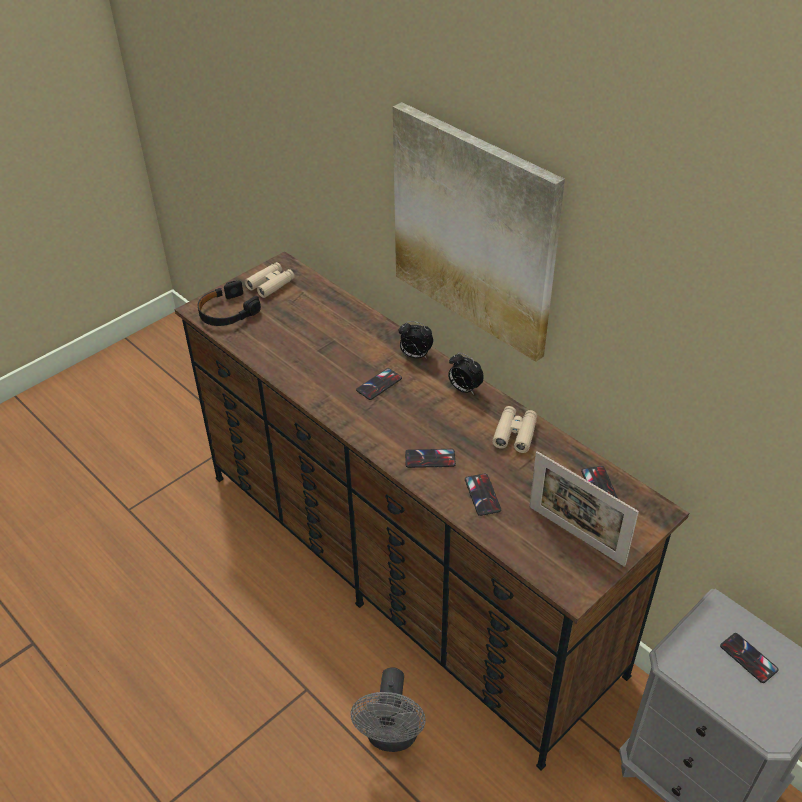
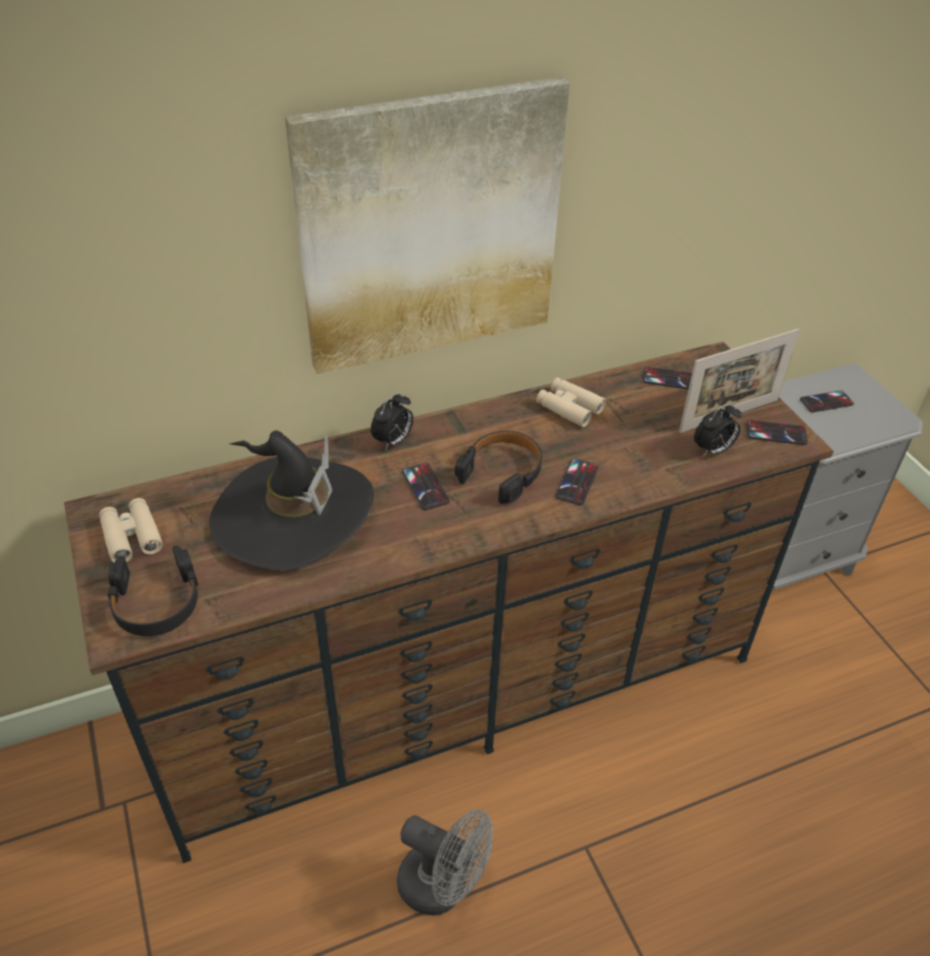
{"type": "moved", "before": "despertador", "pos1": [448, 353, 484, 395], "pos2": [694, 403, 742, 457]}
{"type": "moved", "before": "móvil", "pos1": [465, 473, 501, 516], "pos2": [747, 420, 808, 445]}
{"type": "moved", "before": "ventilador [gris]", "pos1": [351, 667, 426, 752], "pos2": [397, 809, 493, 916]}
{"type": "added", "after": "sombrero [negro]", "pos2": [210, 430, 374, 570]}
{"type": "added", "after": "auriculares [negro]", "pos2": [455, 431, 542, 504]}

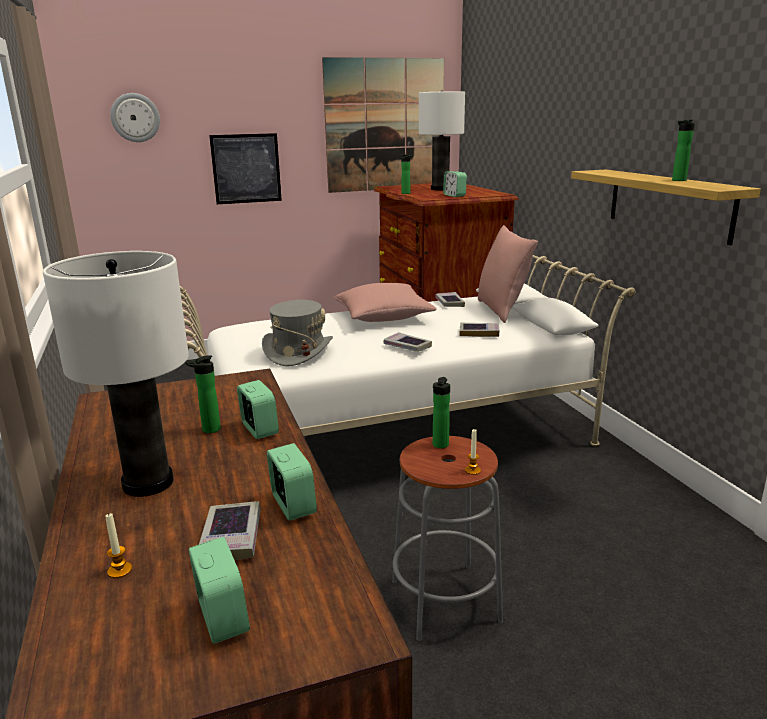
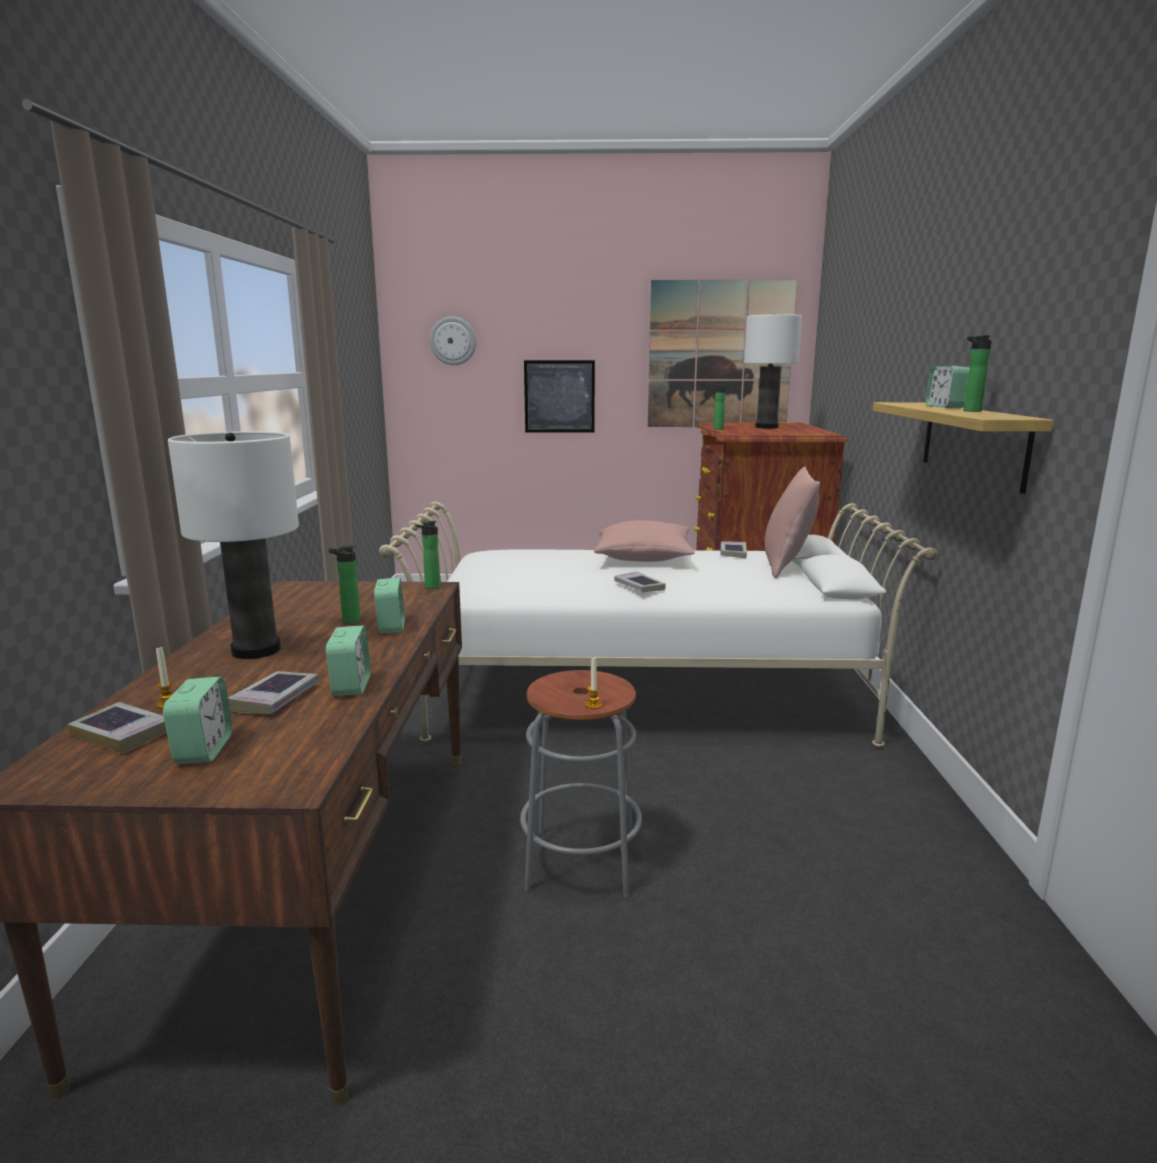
{"type": "moved", "before": "despertador", "pos1": [443, 171, 467, 197], "pos2": [925, 366, 970, 408]}
{"type": "removed", "before": "sombrero [gris]", "pos1": [262, 300, 333, 366]}
{"type": "moved", "before": "libro", "pos1": [459, 323, 500, 337], "pos2": [67, 702, 167, 754]}
{"type": "moved", "before": "botella", "pos1": [433, 377, 450, 448], "pos2": [415, 521, 441, 589]}

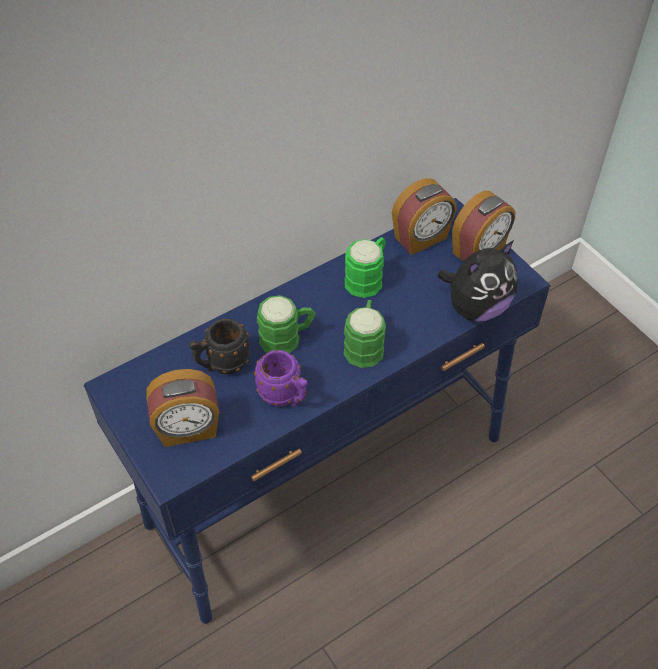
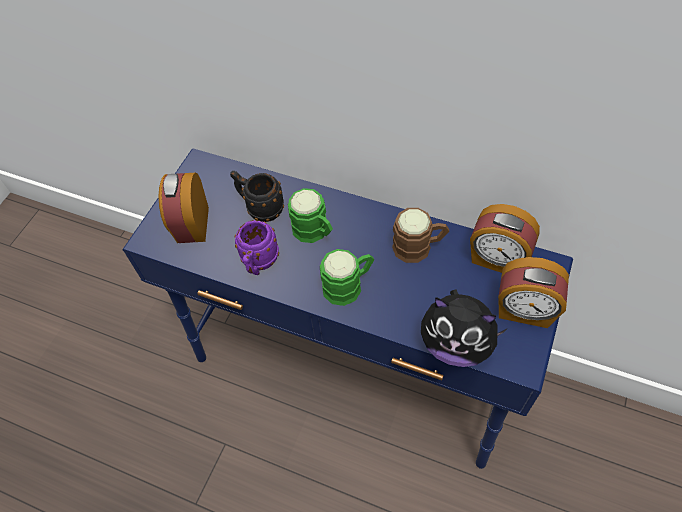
{"type": "recoloured", "before": "taza grande [verde]", "after": "taza grande [marrón]", "pos1": [345, 237, 386, 298], "pos2": [392, 208, 449, 263]}
{"type": "turned", "before": "despertador", "pos1": [146, 369, 219, 447], "pos2": [158, 173, 209, 243], "turn": 45}

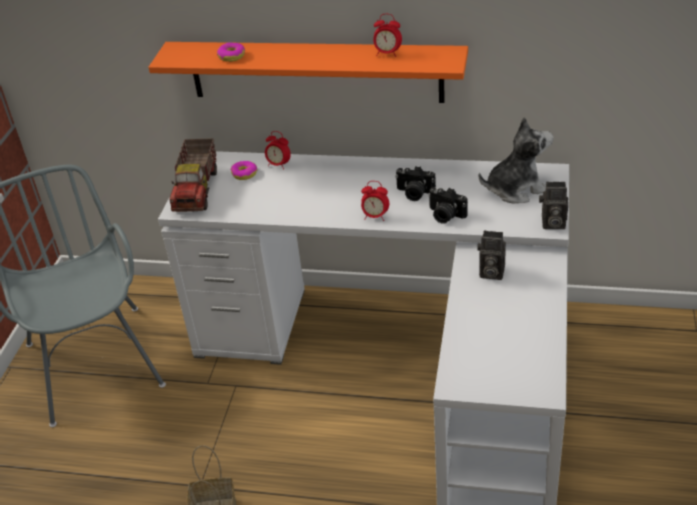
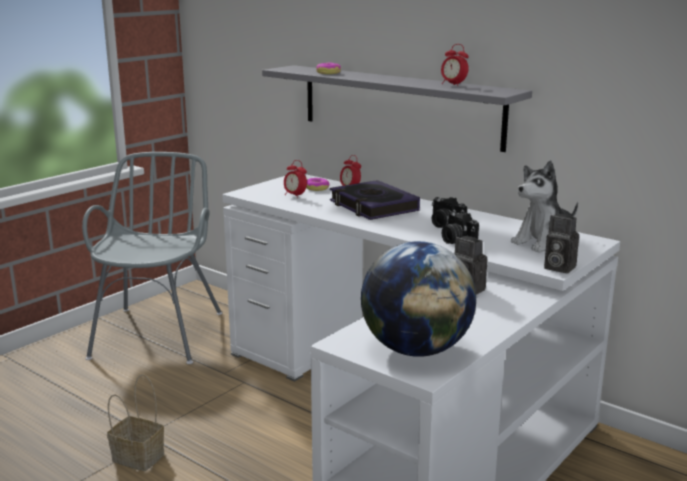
{"type": "recoloured", "before": "estante [naranja]", "after": "estante [gris]", "pos1": [148, 42, 468, 103], "pos2": [262, 65, 532, 152]}
{"type": "turned", "before": "peluche", "pos1": [479, 117, 553, 203], "pos2": [511, 160, 578, 253], "turn": 135}
{"type": "removed", "before": "camión de juguete", "pos1": [170, 138, 217, 212]}
{"type": "moved", "before": "despertador", "pos1": [361, 181, 389, 221], "pos2": [284, 160, 307, 198]}
{"type": "added", "after": "libro", "pos2": [330, 180, 420, 220]}
{"type": "added", "after": "globo terráqueo", "pos2": [361, 241, 476, 357]}

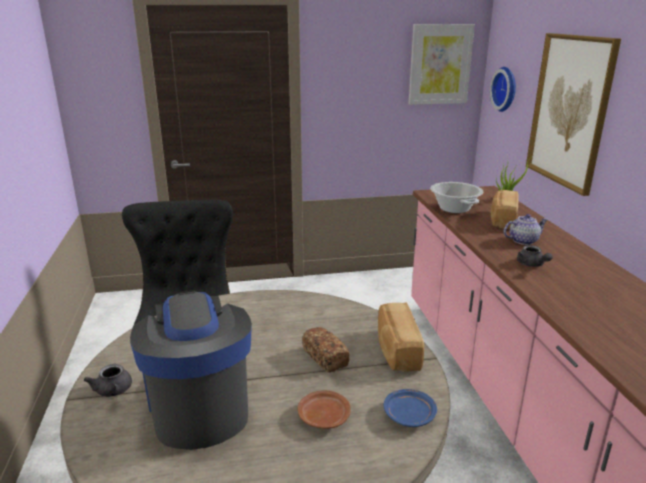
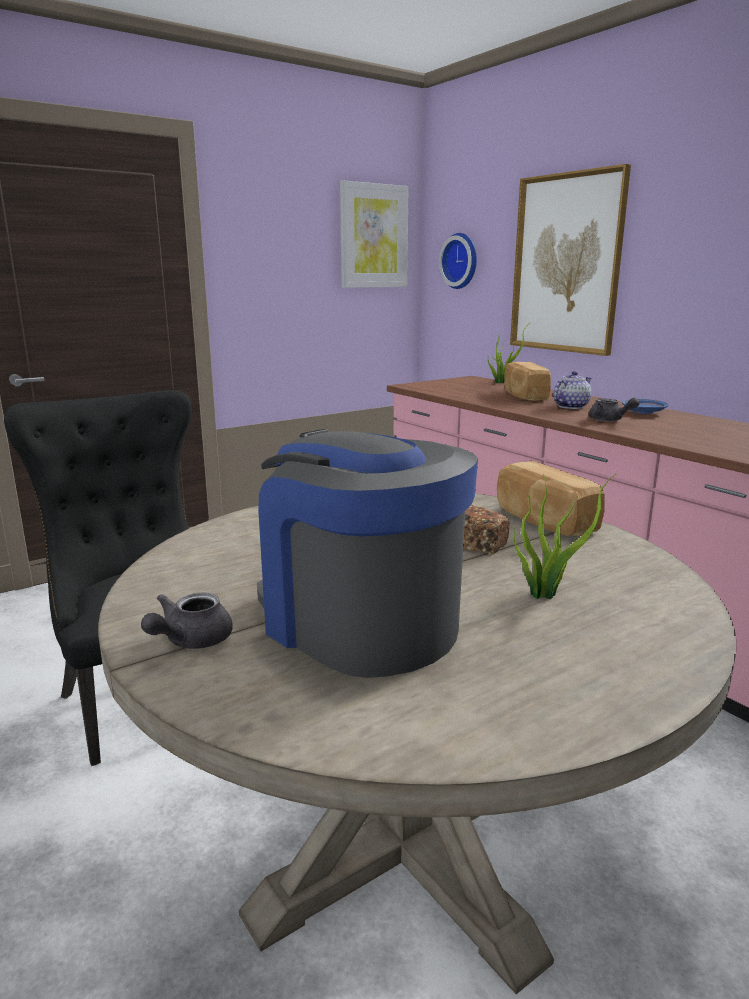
{"type": "removed", "before": "olla", "pos1": [430, 182, 483, 213]}
{"type": "turned", "before": "tetera [gris]", "pos1": [84, 364, 132, 397], "pos2": [141, 593, 233, 649], "turn": 75}
{"type": "moved", "before": "plato [azul]", "pos1": [384, 389, 437, 427], "pos2": [622, 399, 668, 414]}
{"type": "replaced", "before": "plato [marrón]", "after": "planta en maceta", "pos1": [298, 390, 351, 429], "pos2": [514, 473, 617, 599]}

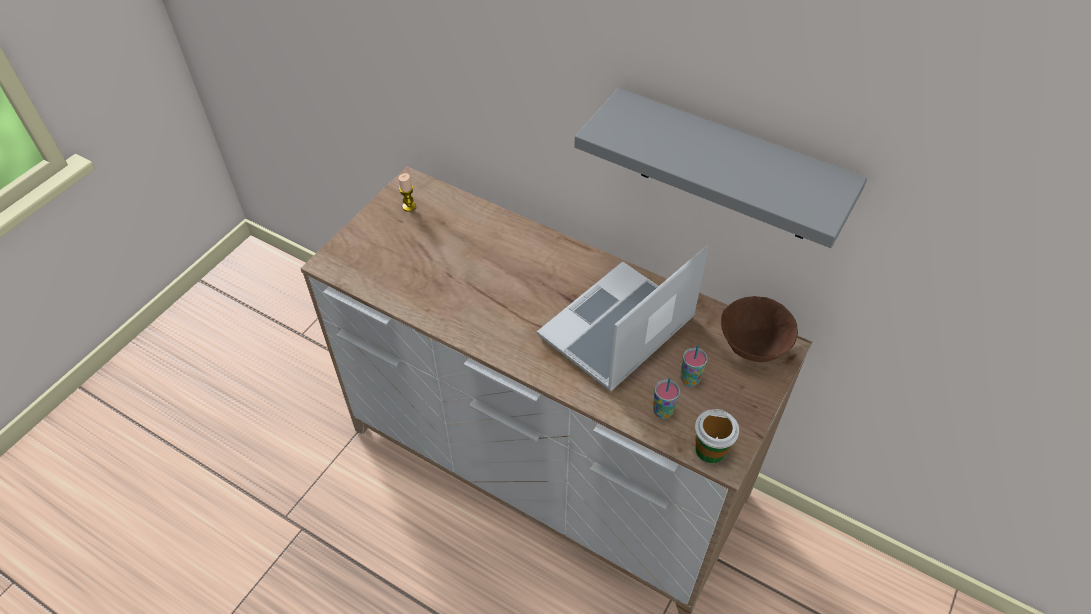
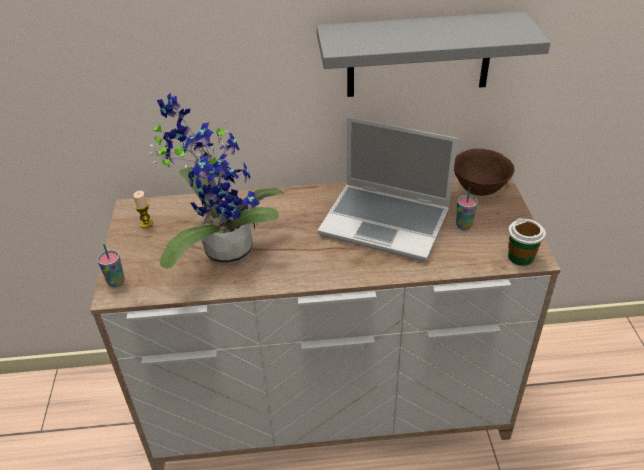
{"type": "turned", "before": "portátil", "pos1": [537, 245, 709, 392], "pos2": [317, 117, 458, 262], "turn": -75}
{"type": "moved", "before": "taza", "pos1": [653, 378, 680, 419], "pos2": [97, 244, 125, 287]}
{"type": "added", "after": "planta en maceta", "pos2": [149, 93, 284, 269]}

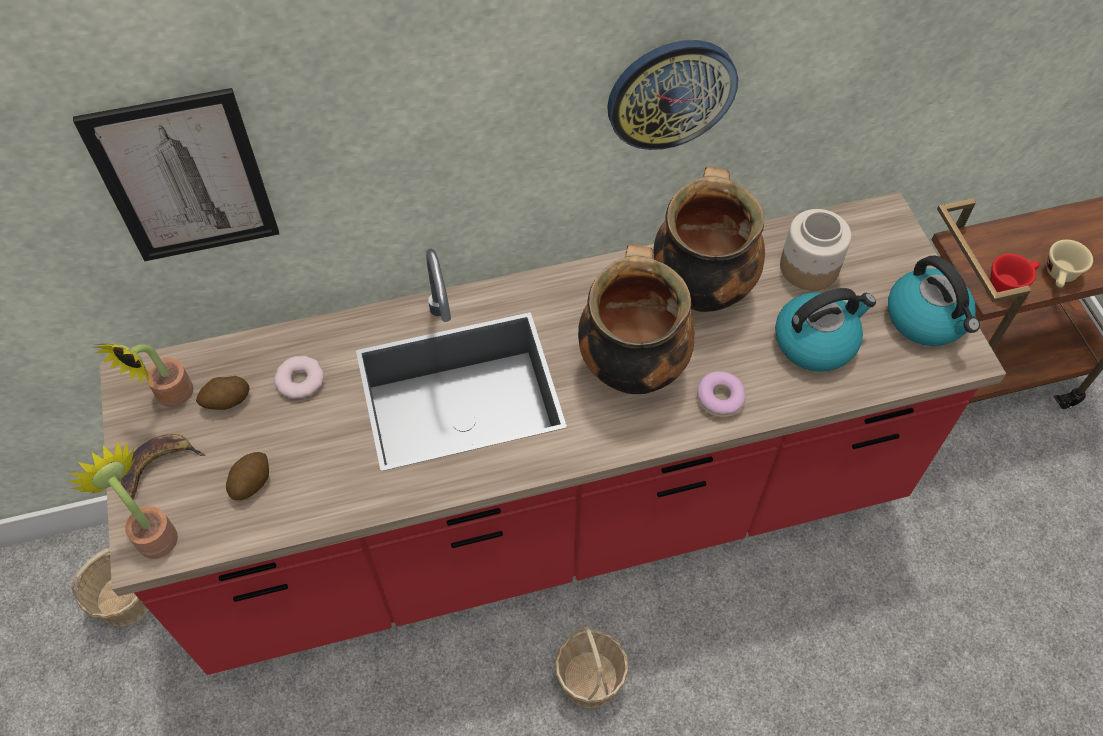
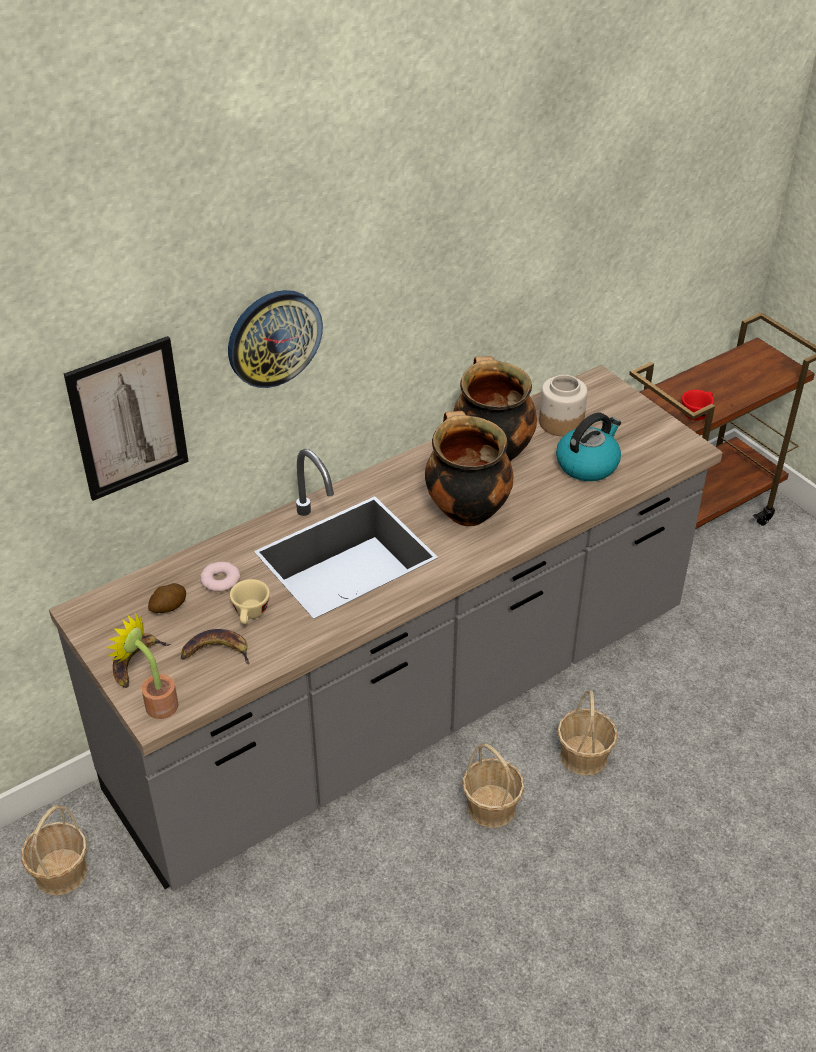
{"type": "moved", "before": "reloj de pared", "pos1": [607, 40, 738, 150], "pos2": [228, 290, 323, 388]}
{"type": "recoloured", "before": "mueble bajo de cocina [rojo]", "after": "mueble bajo de cocina [gris]", "pos1": [100, 192, 1006, 675], "pos2": [49, 365, 723, 891]}
{"type": "moved", "before": "taza [beis]", "pos1": [1047, 240, 1093, 288], "pos2": [230, 579, 270, 624]}
{"type": "removed", "before": "hervidor", "pos1": [888, 256, 980, 346]}
{"type": "removed", "before": "planta en maceta", "pos1": [93, 344, 193, 407]}
{"type": "removed", "before": "rosquilla", "pos1": [697, 371, 745, 417]}
{"type": "replaced", "before": "patata", "after": "plátano", "pos1": [226, 452, 269, 500], "pos2": [181, 629, 249, 665]}
{"type": "added", "after": "cesta", "pos2": [557, 691, 618, 776]}

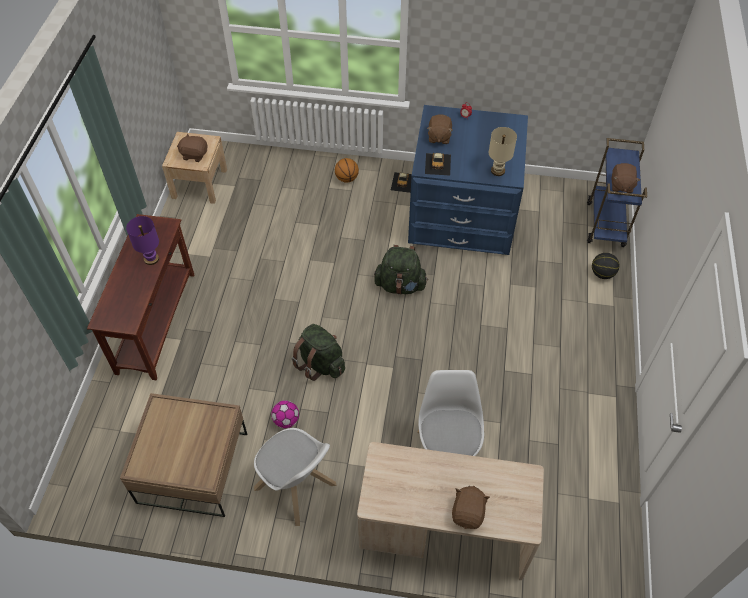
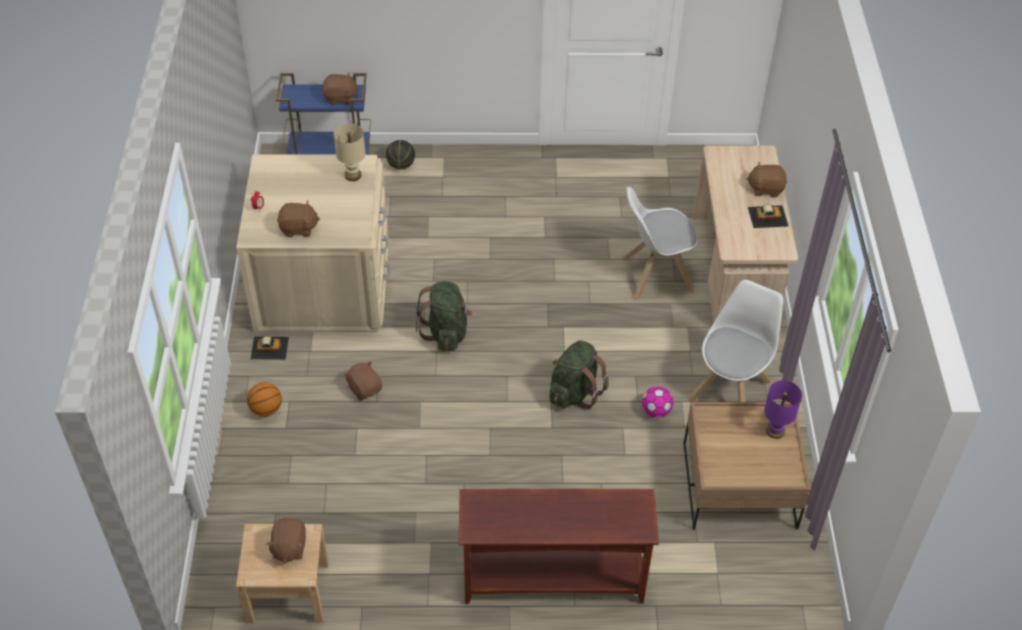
{"type": "recoloured", "before": "cómoda [azul]", "after": "cómoda [beis]", "pos1": [408, 105, 528, 255], "pos2": [236, 154, 391, 333]}
{"type": "moved", "before": "coche de juguete", "pos1": [425, 153, 451, 175], "pos2": [748, 204, 788, 228]}
{"type": "moved", "before": "lámpara de mesa [morado]", "pos1": [126, 216, 159, 265], "pos2": [764, 380, 802, 439]}
{"type": "added", "after": "peluche [marrón]", "pos2": [344, 361, 382, 401]}

